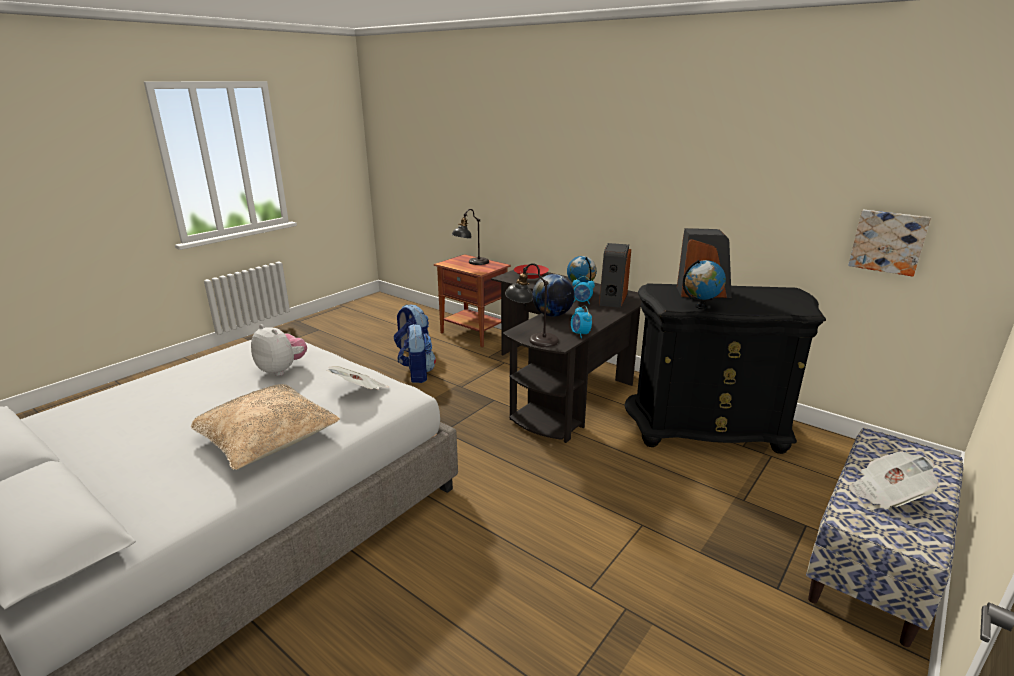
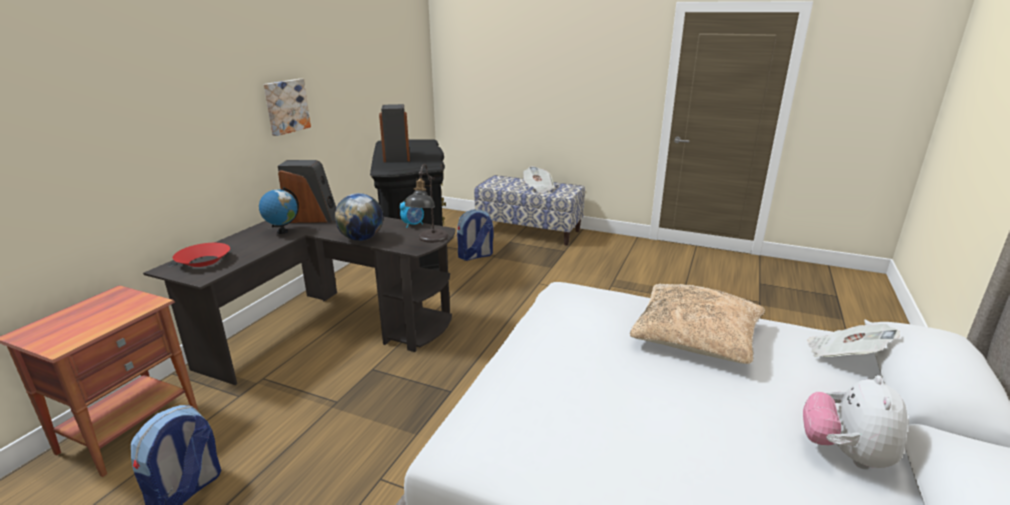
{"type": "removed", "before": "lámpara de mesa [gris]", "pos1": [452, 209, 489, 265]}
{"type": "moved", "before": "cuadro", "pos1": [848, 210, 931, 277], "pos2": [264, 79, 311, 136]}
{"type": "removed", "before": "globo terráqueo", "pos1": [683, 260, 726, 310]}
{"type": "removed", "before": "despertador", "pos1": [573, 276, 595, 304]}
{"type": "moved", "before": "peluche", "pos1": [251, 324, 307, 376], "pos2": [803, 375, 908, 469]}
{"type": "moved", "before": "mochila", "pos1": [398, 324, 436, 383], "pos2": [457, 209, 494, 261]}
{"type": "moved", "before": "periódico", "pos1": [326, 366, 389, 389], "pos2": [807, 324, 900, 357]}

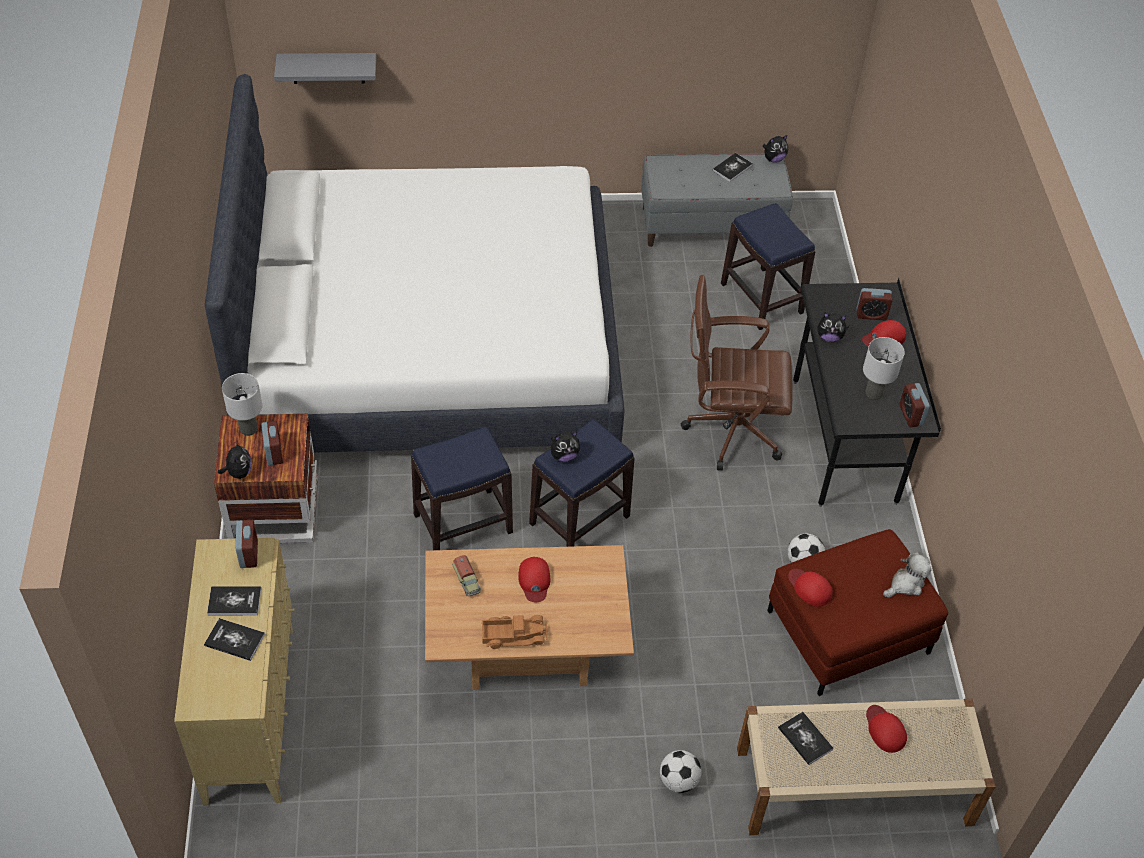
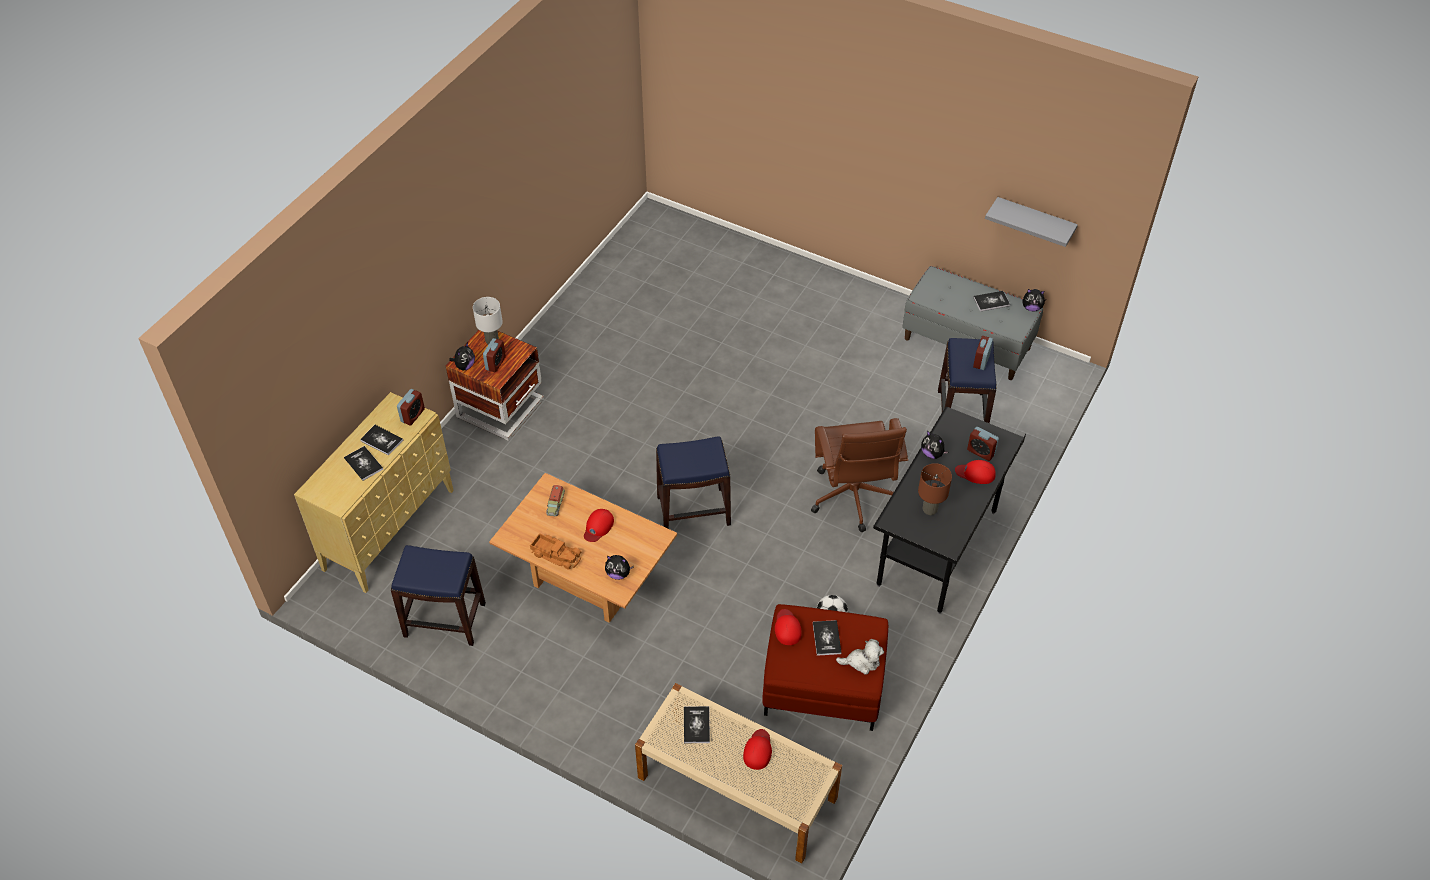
{"type": "moved", "before": "estante [gris]", "pos1": [274, 53, 376, 84], "pos2": [985, 197, 1078, 247]}
{"type": "removed", "before": "cama [blanco]", "pos1": [205, 74, 624, 453]}
{"type": "turned", "before": "silla de oficina [marrón]", "pos1": [681, 275, 793, 471], "pos2": [811, 418, 908, 532], "turn": -135}
{"type": "recoloured", "before": "lámpara de mesa [blanco]", "after": "lámpara de mesa [marrón]", "pos1": [863, 337, 905, 400], "pos2": [918, 463, 952, 515]}
{"type": "moved", "before": "despertador", "pos1": [899, 383, 930, 427], "pos2": [973, 336, 993, 370]}
{"type": "moved", "before": "taburete", "pos1": [411, 427, 513, 550], "pos2": [391, 545, 486, 646]}
{"type": "moved", "before": "peluche", "pos1": [551, 431, 580, 462], "pos2": [605, 555, 634, 580]}
{"type": "removed", "before": "balón de fútbol", "pos1": [660, 750, 701, 793]}
{"type": "added", "after": "libro", "pos2": [813, 620, 842, 656]}

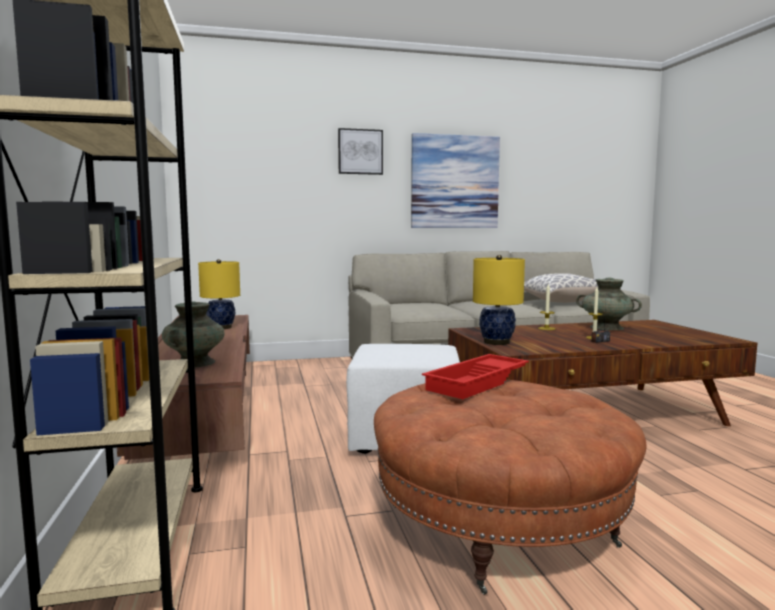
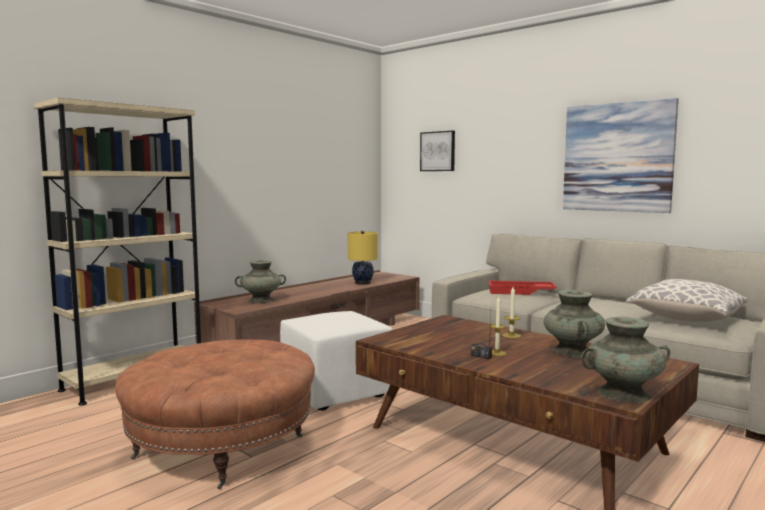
{"type": "moved", "before": "cuadro", "pos1": [338, 128, 383, 175], "pos2": [420, 131, 455, 171]}
{"type": "removed", "before": "lámpara de mesa [amarillo]", "pos1": [473, 255, 525, 345]}
{"type": "moved", "before": "bandeja [rojo]", "pos1": [422, 354, 529, 399], "pos2": [488, 280, 557, 295]}
{"type": "added", "after": "florero [turquesa]", "pos2": [581, 317, 670, 403]}

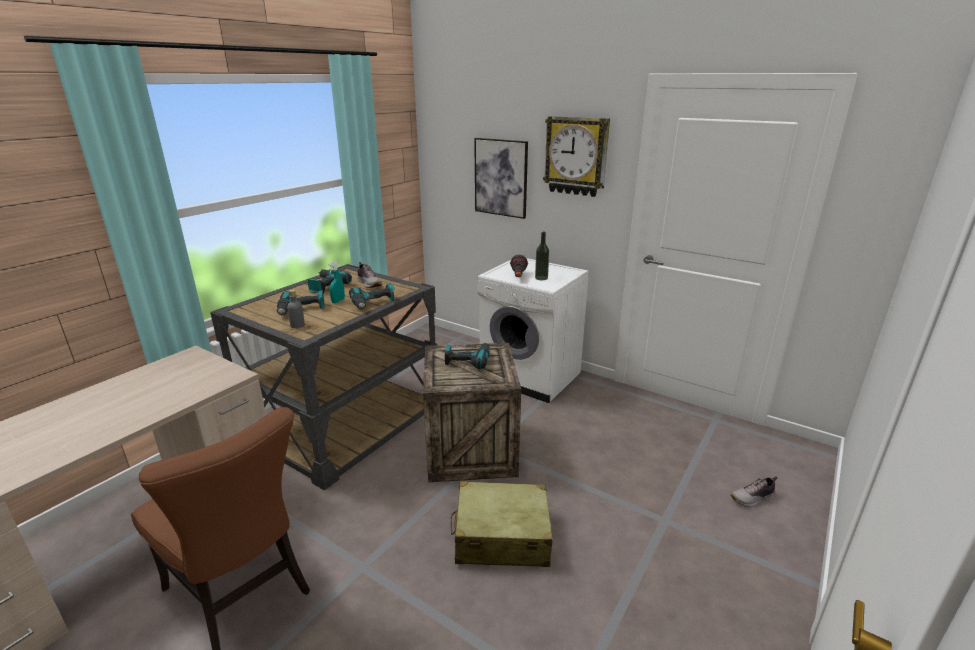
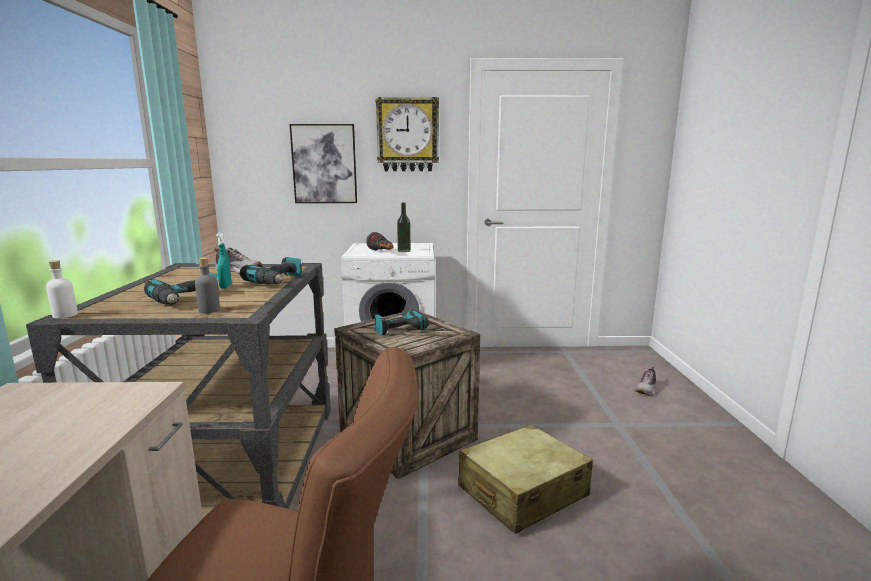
{"type": "removed", "before": "taladro", "pos1": [308, 269, 352, 293]}
{"type": "added", "after": "botella [blanco]", "pos2": [46, 260, 78, 319]}

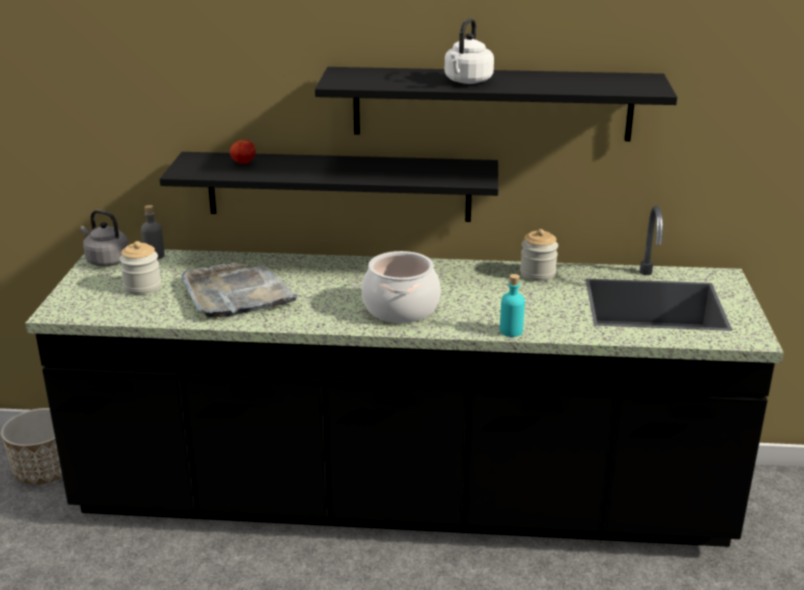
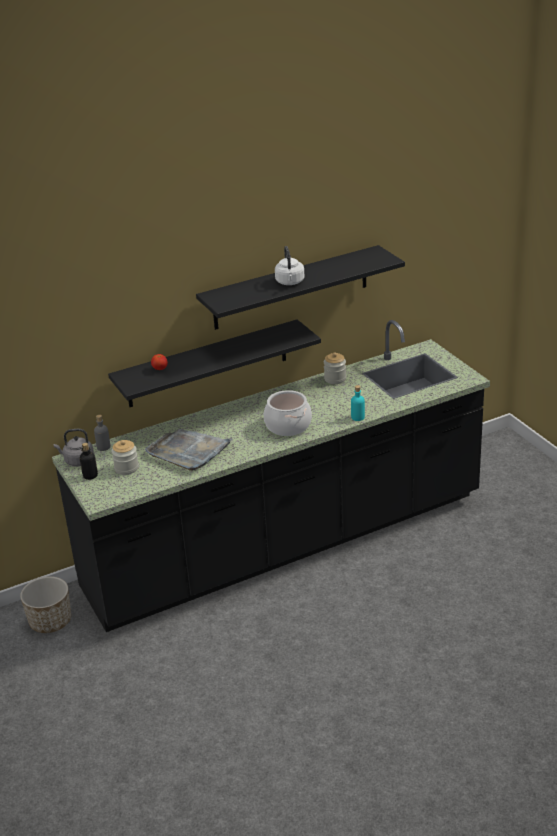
{"type": "added", "after": "botella", "pos2": [80, 443, 98, 480]}

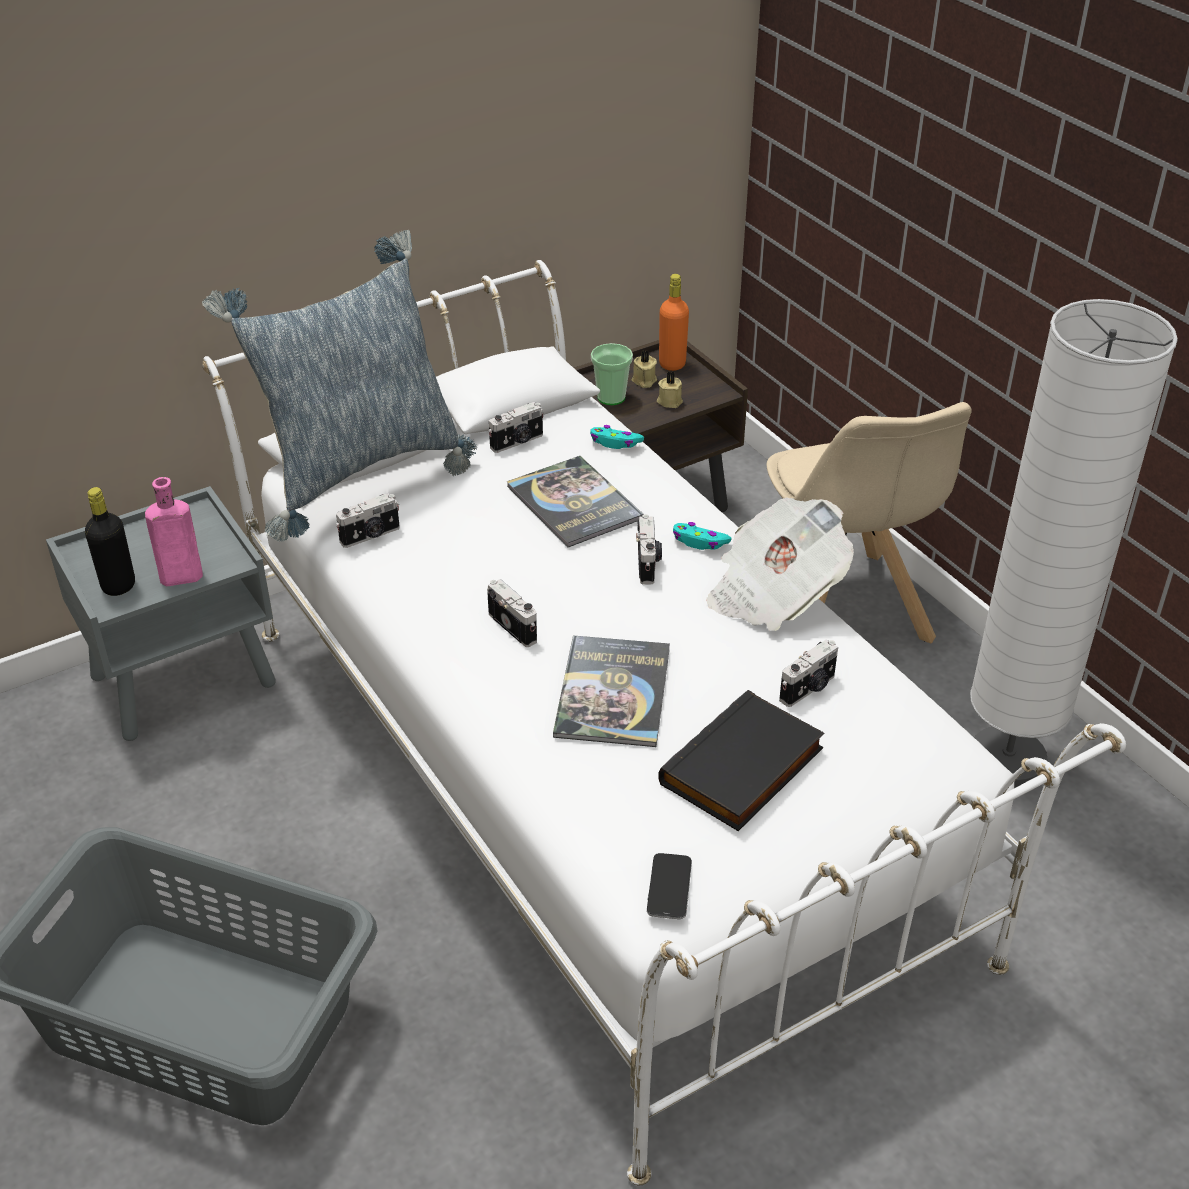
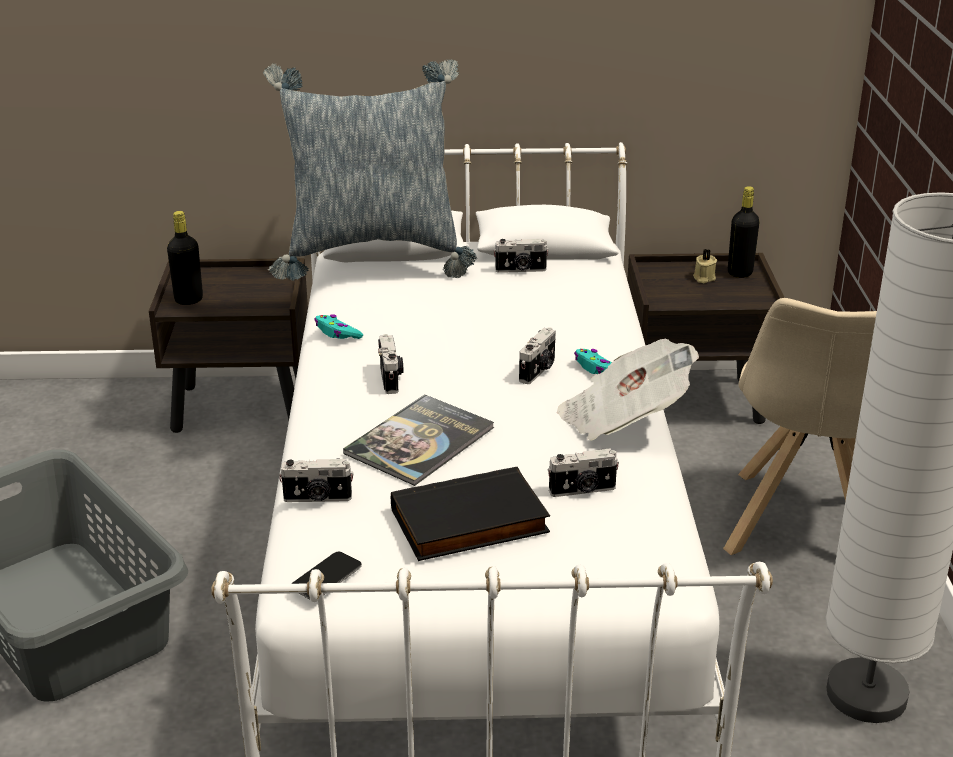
{"type": "recoloured", "before": "botella [naranja]", "after": "botella [negro]", "pos1": [659, 274, 689, 371], "pos2": [728, 186, 760, 278]}
{"type": "removed", "before": "taza", "pos1": [591, 343, 633, 405]}
{"type": "removed", "before": "vela [beis]", "pos1": [657, 372, 683, 408]}
{"type": "moved", "before": "mando de consola [turquesa]", "pos1": [590, 425, 644, 449], "pos2": [314, 314, 363, 339]}
{"type": "removed", "before": "libro", "pos1": [507, 456, 644, 547]}
{"type": "removed", "before": "botella [rosa]", "pos1": [145, 477, 203, 586]}
{"type": "recoloured", "before": "mesita de noche [gris]", "after": "mesita de noche [marrón]", "pos1": [46, 486, 276, 741], "pos2": [149, 258, 308, 433]}
{"type": "moved", "before": "cámara", "pos1": [336, 493, 400, 548], "pos2": [279, 459, 354, 502]}

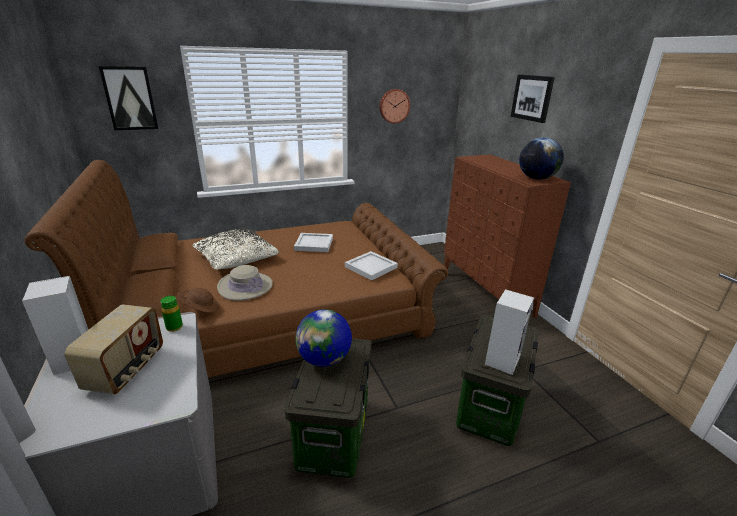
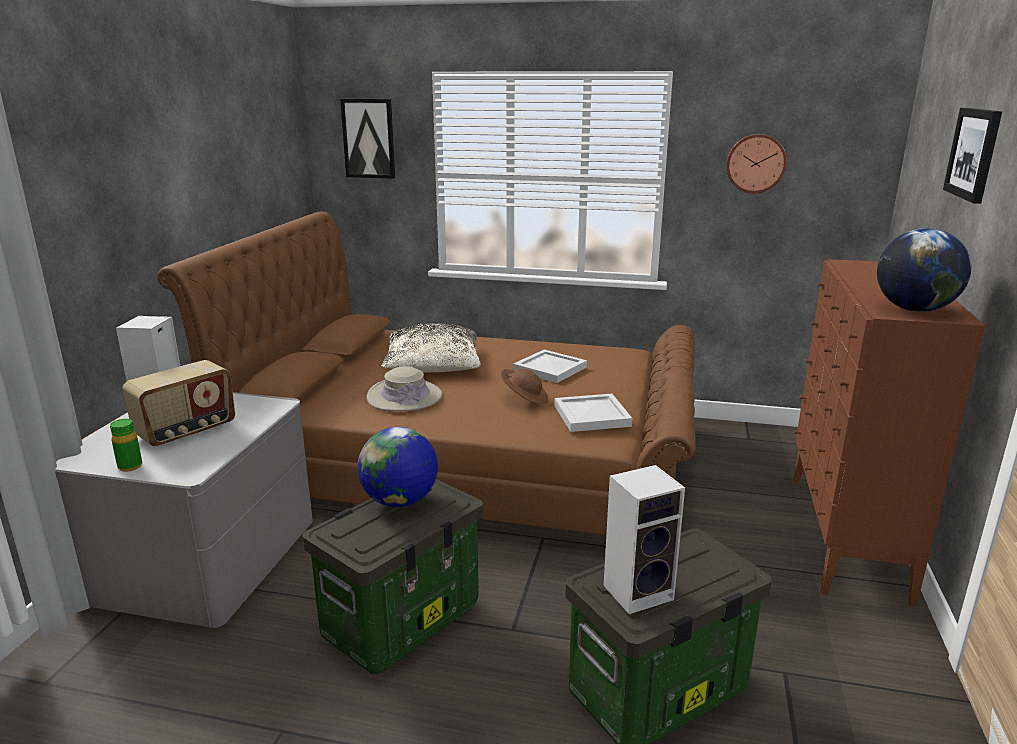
{"type": "moved", "before": "sombrero [marrón]", "pos1": [177, 288, 220, 313], "pos2": [501, 369, 548, 404]}
{"type": "moved", "before": "botella [verde]", "pos1": [160, 296, 183, 332], "pos2": [110, 419, 142, 472]}

